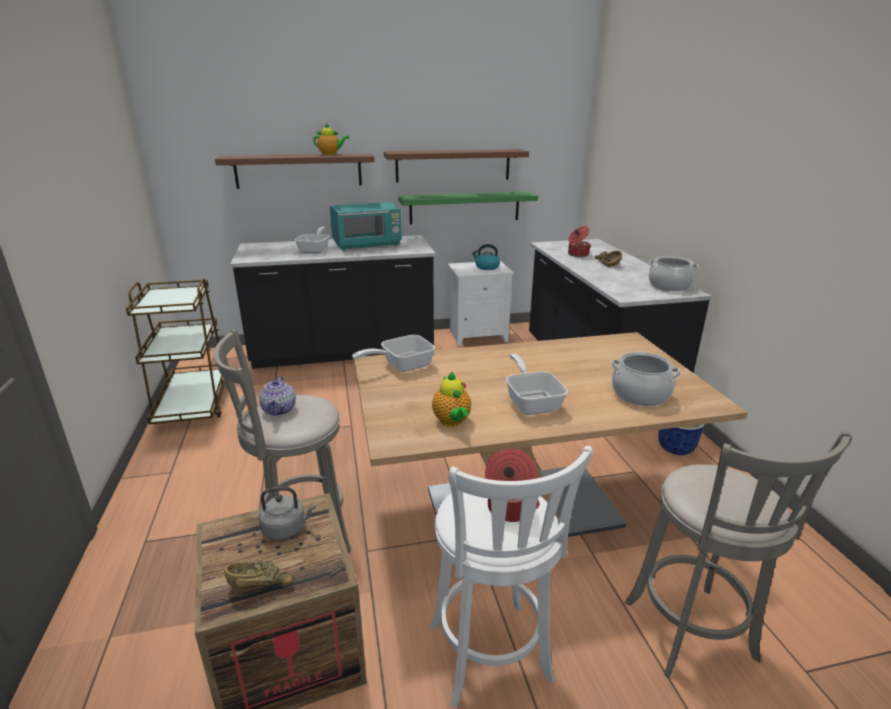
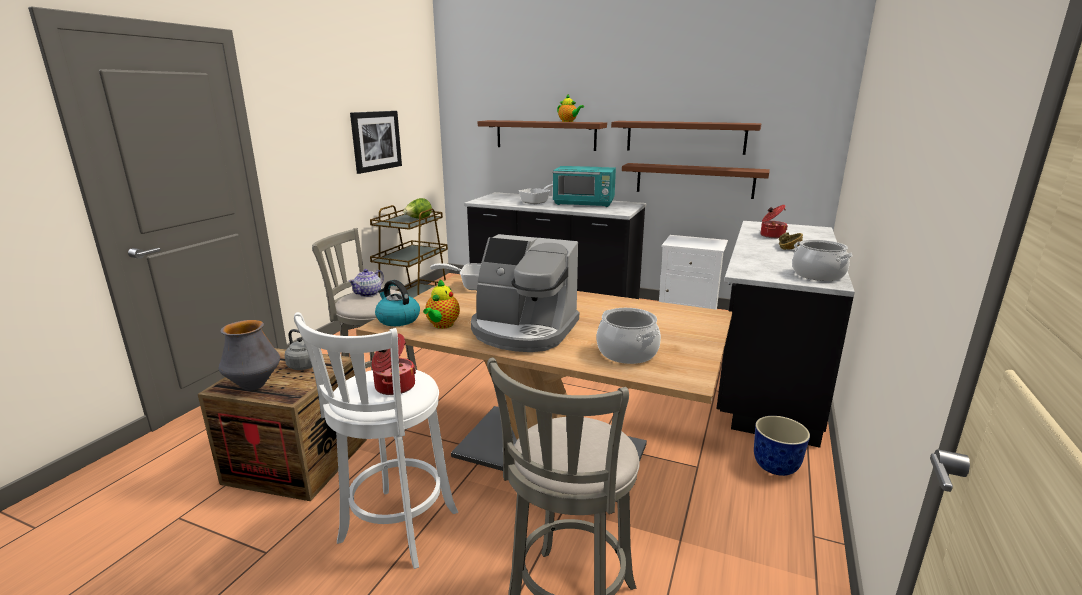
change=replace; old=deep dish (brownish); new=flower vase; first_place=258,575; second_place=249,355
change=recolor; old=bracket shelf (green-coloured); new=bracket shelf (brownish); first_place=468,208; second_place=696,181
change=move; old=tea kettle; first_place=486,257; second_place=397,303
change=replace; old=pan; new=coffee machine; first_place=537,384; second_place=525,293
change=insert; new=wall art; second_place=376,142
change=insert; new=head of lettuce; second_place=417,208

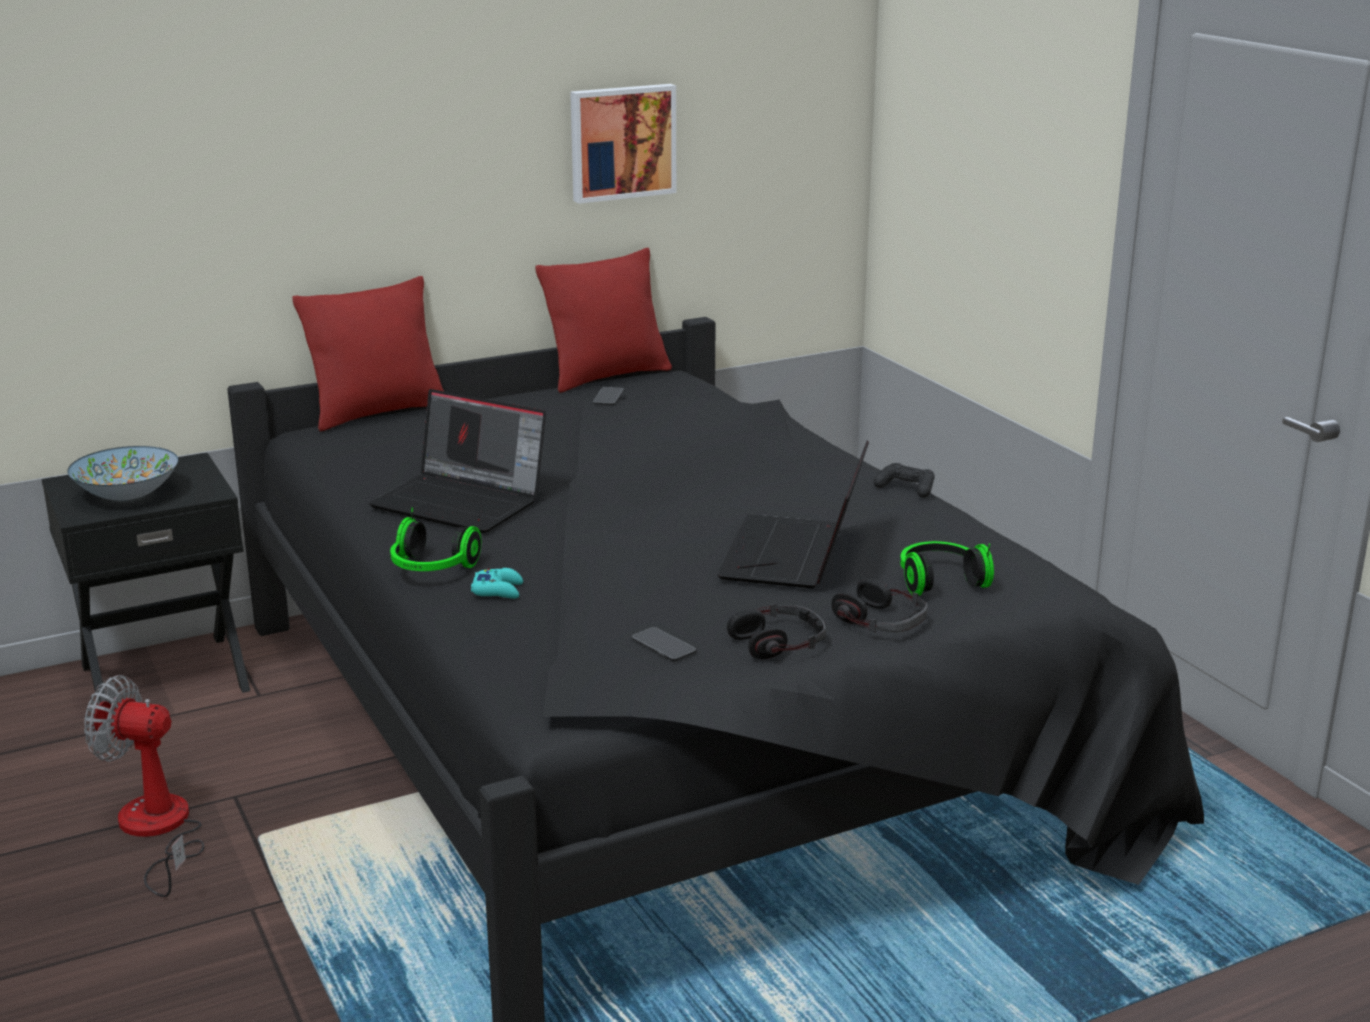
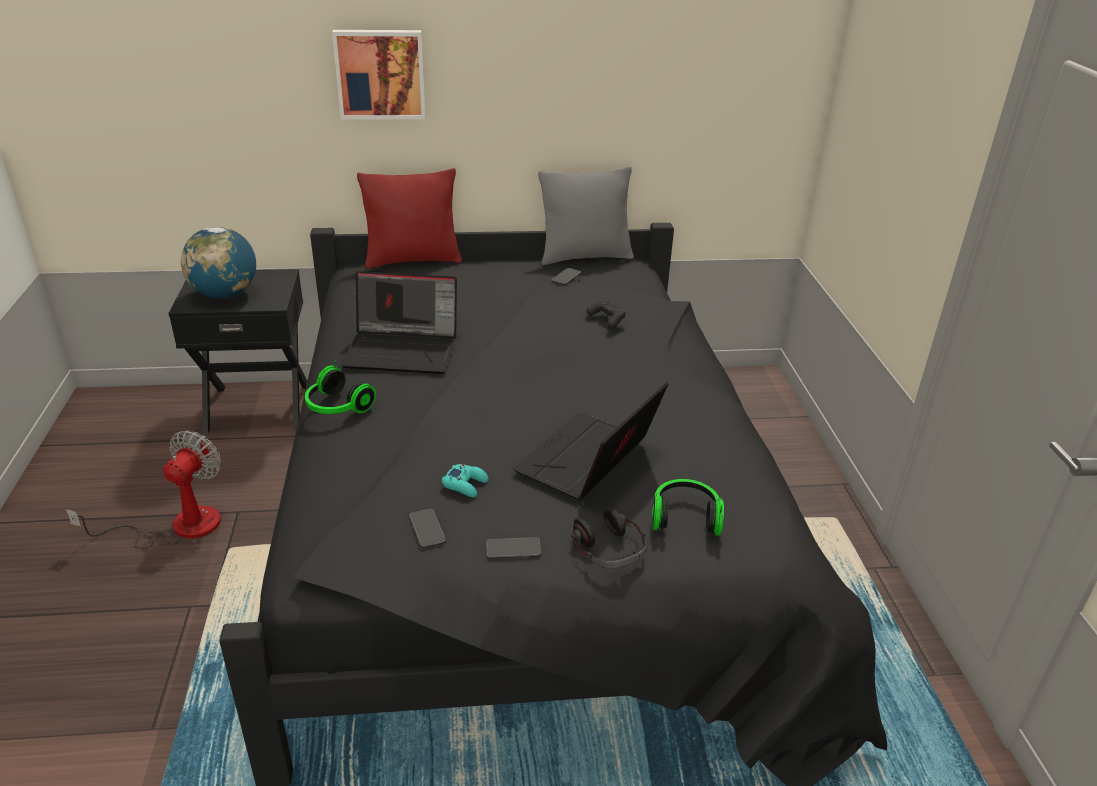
change=replace; old=deep dish; new=globe; first_place=122,473; second_place=218,262
change=rotate; old=electric fan; first_place=144,786; second_place=143,490; degrees=75
change=rotate; old=portable computer; first_place=457,461; second_place=399,322; degrees=-45
change=move; old=game controller (blue-green); first_place=497,583; second_place=465,480
change=recolor; old=cushion (red); new=cushion (greyish); first_place=603,320; second_place=586,216
change=move; old=wall art; first_place=623,144; second_place=378,75
change=replace; old=headphones; new=phone; first_place=776,631; second_place=513,548
change=move; old=game controller (blackish); first_place=904,480; second_place=606,314

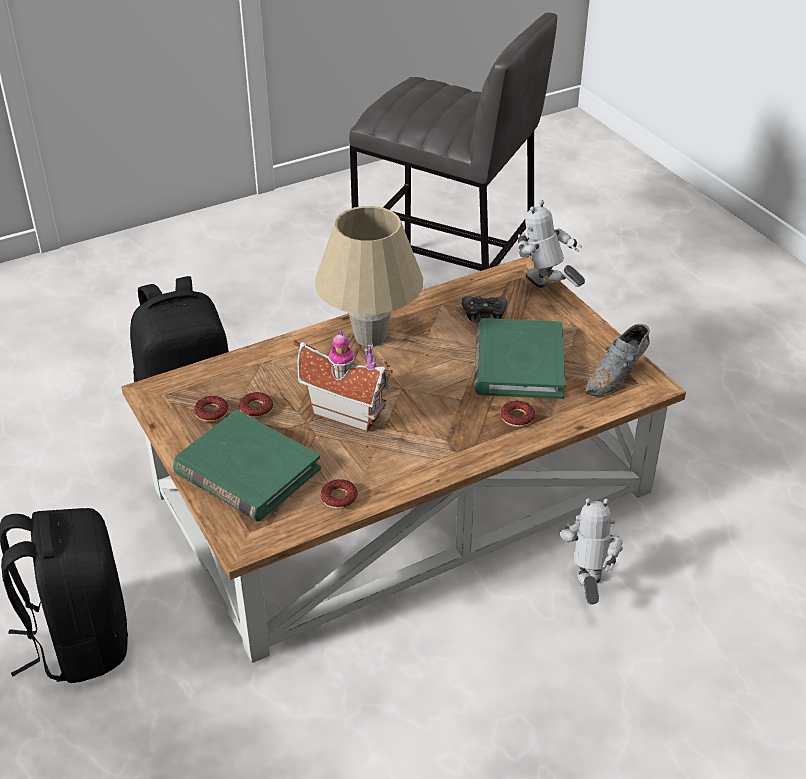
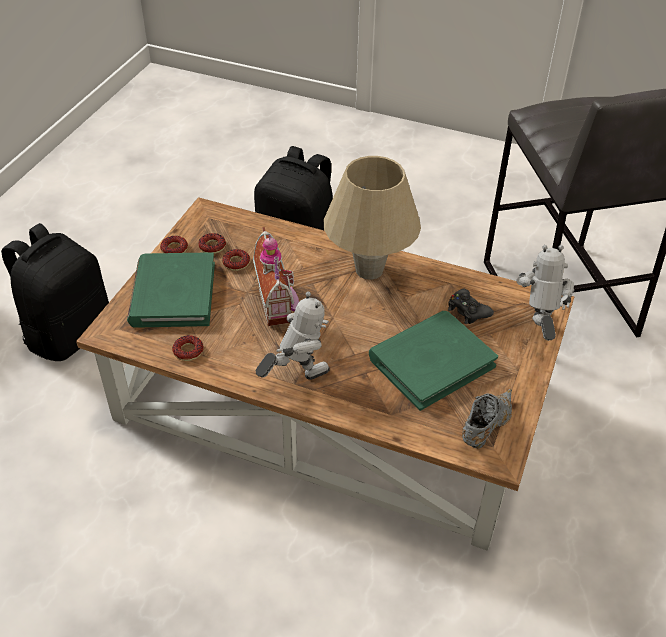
change=move; old=doughnut; first_place=518,414; second_place=174,244
change=move; old=robot figure; first_place=591,551; second_place=293,336
change=rotate; old=low shoe (greyish); first_place=617,360; second_place=487,419; degrees=120

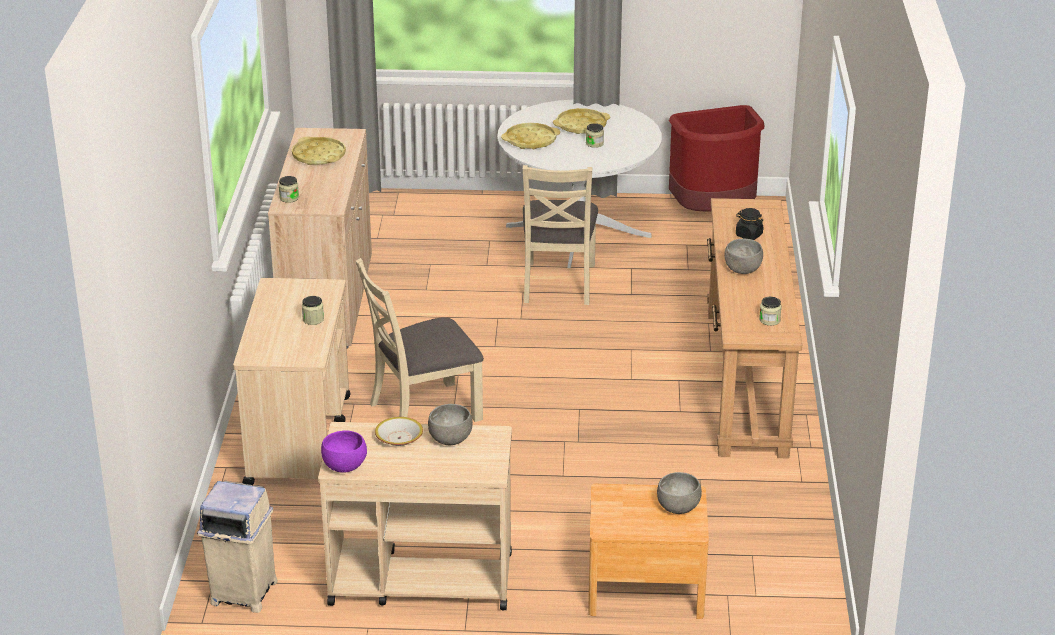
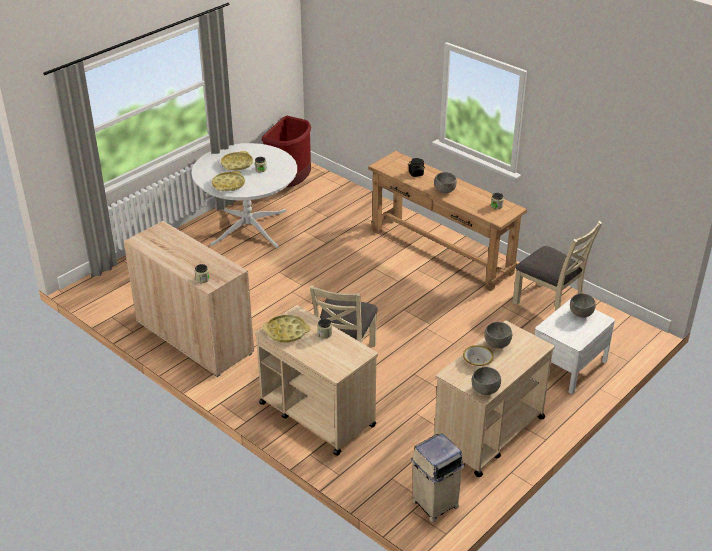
change=move; old=tray (yellow); first_place=319,151; second_place=286,328
change=recolor; old=deep dish (purplish); new=deep dish (greyish); first_place=344,452; second_place=486,381
change=move; old=plain chair (sand-coloured); first_place=560,235; second_place=557,266
change=recolor; old=nightstand (brownish); new=nightstand (white-coloured); first_place=648,551; second_place=574,346

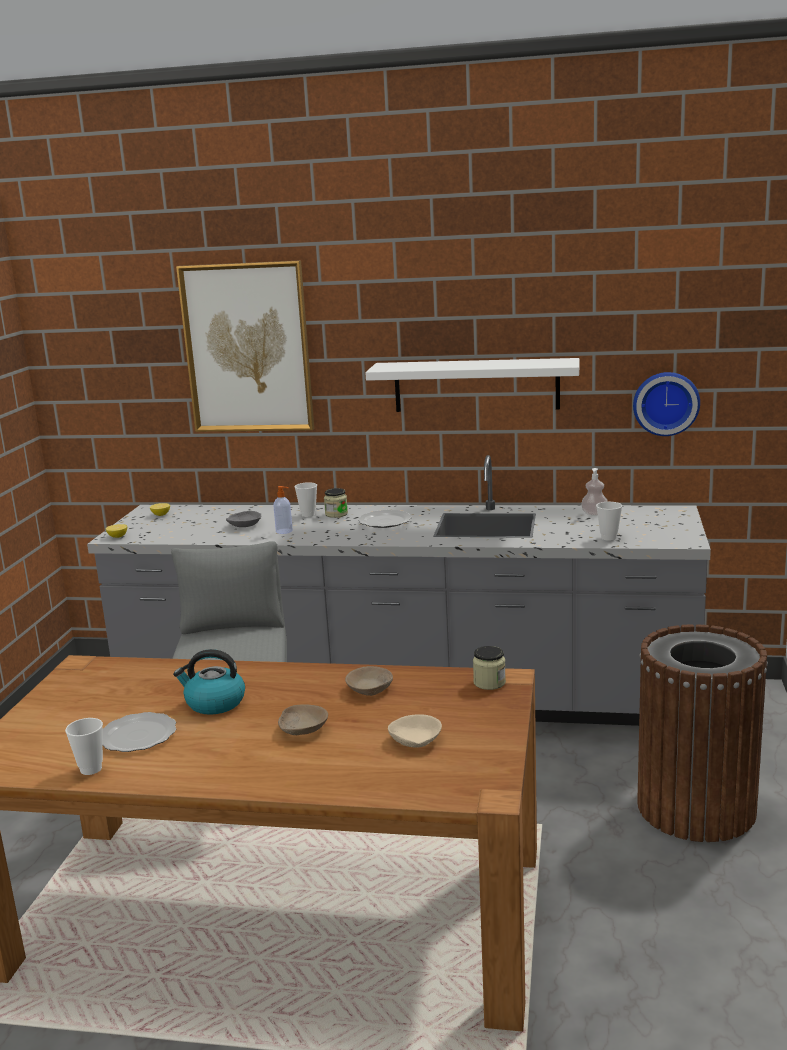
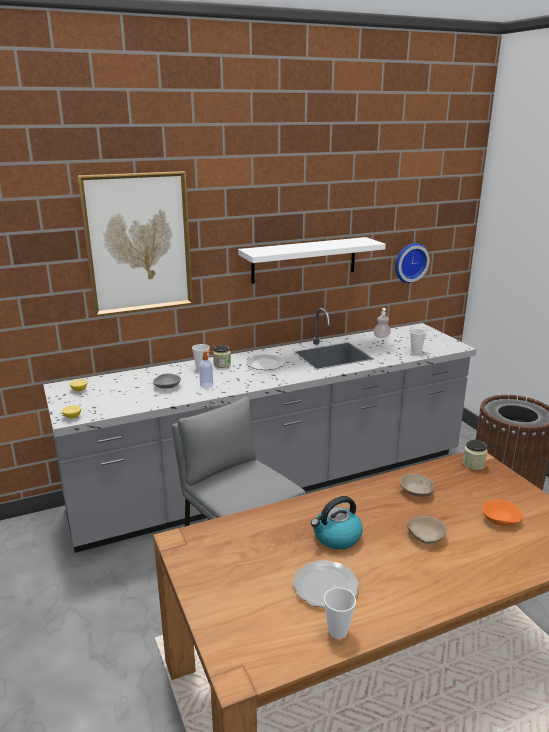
change=recolor; old=deep dish (sand-coloured); new=deep dish (orange-coloured); first_place=415,731; second_place=502,512

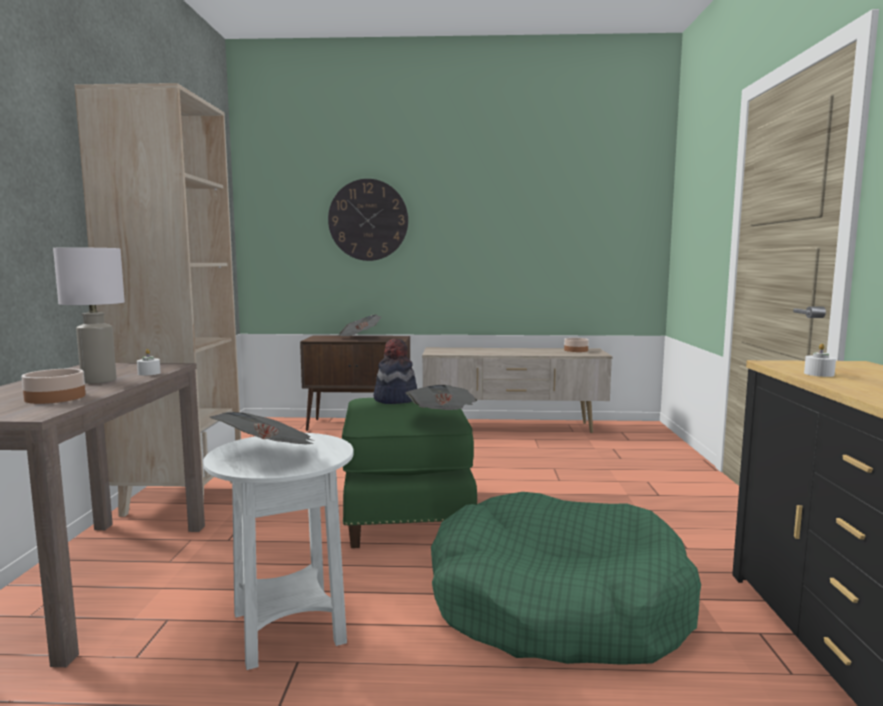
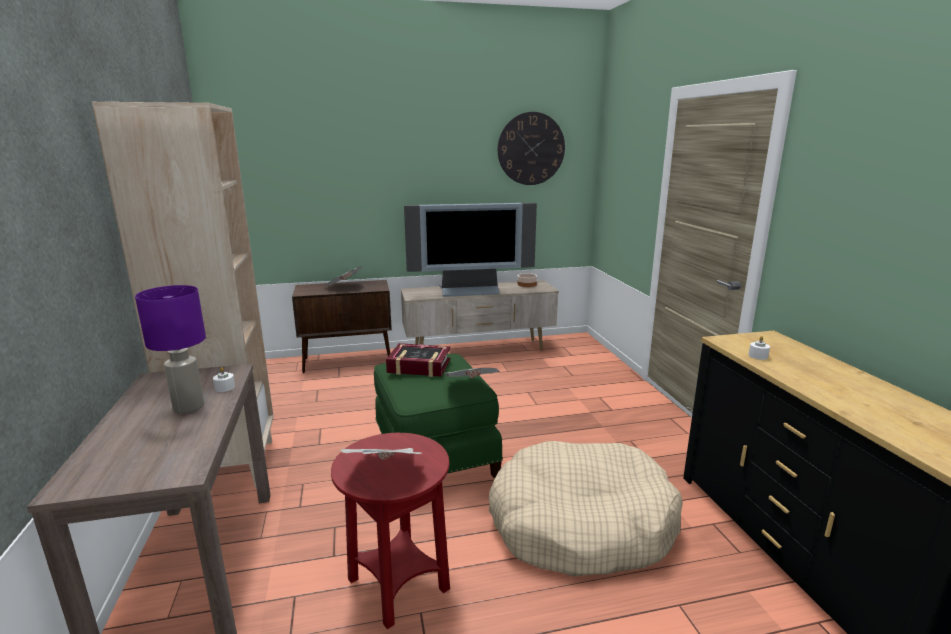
change=delete; old=deep dish; first_place=53,386
change=recolor; old=tabletop lamp (white-coloured); new=tabletop lamp (purplish); first_place=89,315; second_place=170,349
change=recolor; old=accent table (white-coloured); new=accent table (red); first_place=278,551; second_place=390,531
change=move; old=wall clock; first_place=368,220; second_place=531,148
change=replace; old=wearable hat; new=volume; first_place=395,371; second_place=418,360
change=recolor; old=dog cushion (green-coloured); new=dog cushion (sand-coloured); first_place=566,578; second_place=586,508
change=insert; new=TV; second_place=470,250

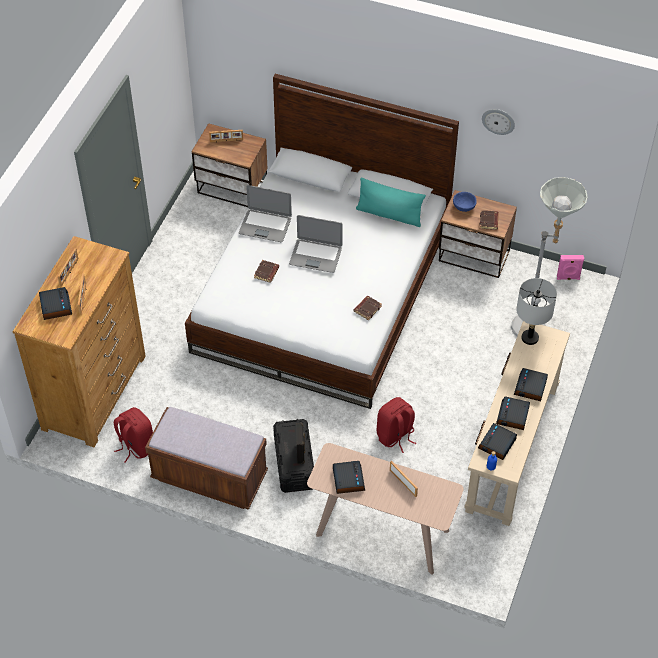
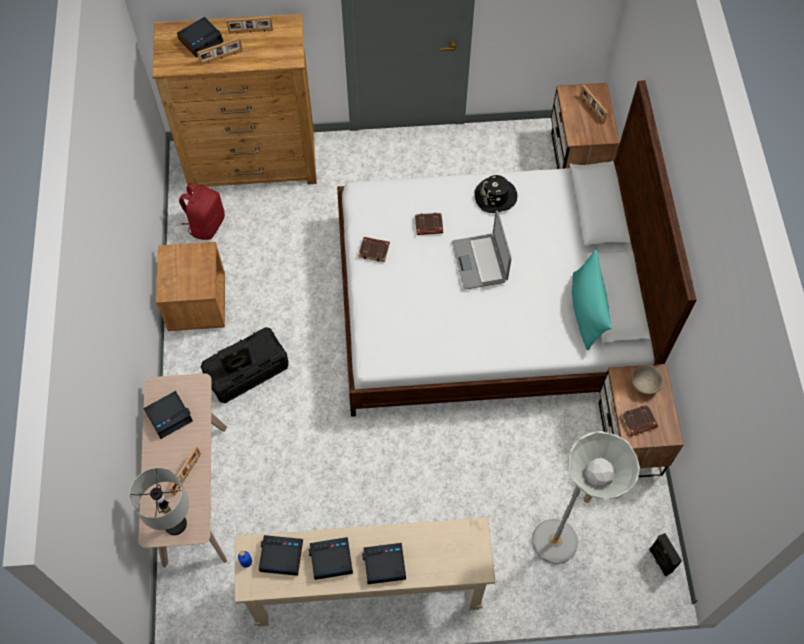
change=replace; old=bench (brownish); new=nightstand (brownish); first_place=206,458; second_place=190,286
change=replace; old=portable computer; new=wearable hat (blackish); first_place=265,213; second_place=496,194
change=move; old=volume (brownish); first_place=368,308; second_place=374,249
change=delete; old=knapsack (red); first_place=397,425
change=recolor; old=deep dish (bluish); new=deep dish (sand-coloured); first_place=465,202; second_place=647,380
change=delete; old=wall clock; first_place=498,122
change=move; old=tabletop lamp (greyish); first_place=536,311; second_place=159,501
change=recolor; old=loudspeaker (pinkish); new=loudspeaker (blackish); first_place=570,267; second_place=665,554

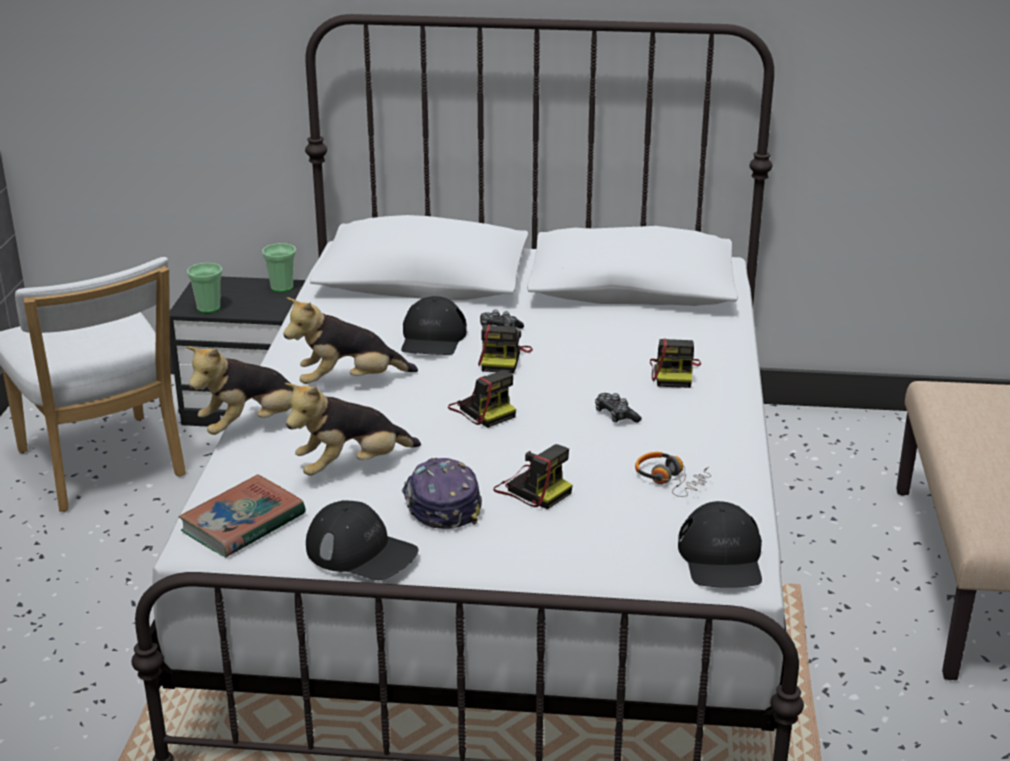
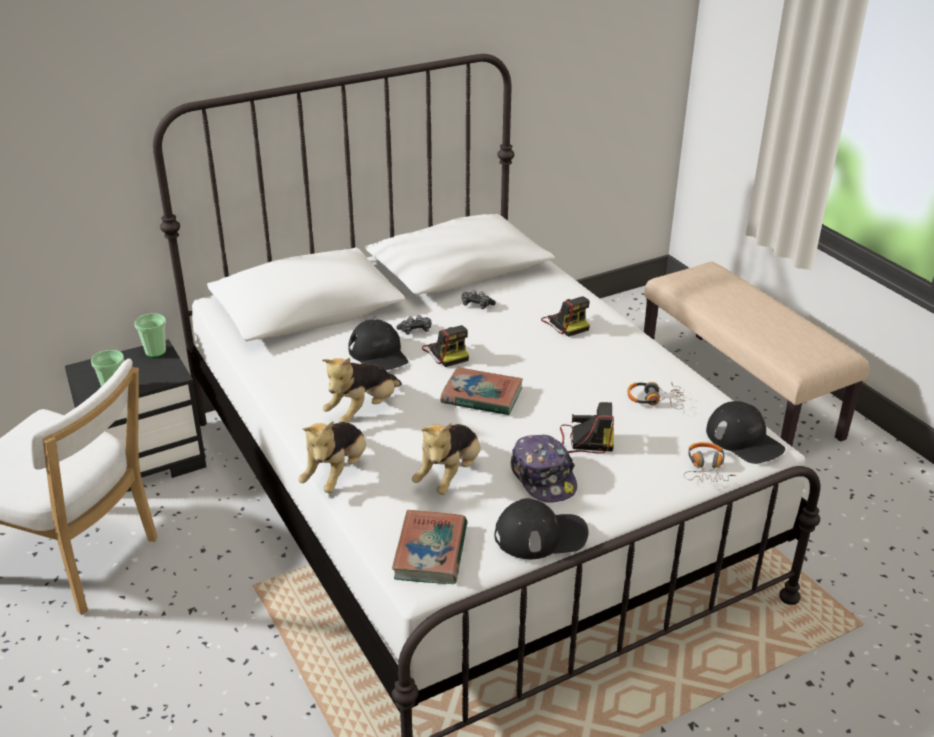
change=rotate; old=cap; first_place=442,493; second_place=543,469; degrees=-150
change=replace; old=still camera; new=volume; first_place=482,399; second_place=482,391
change=move; old=game controller; first_place=618,408; second_place=479,299
change=insert; new=headphones; second_place=710,462

